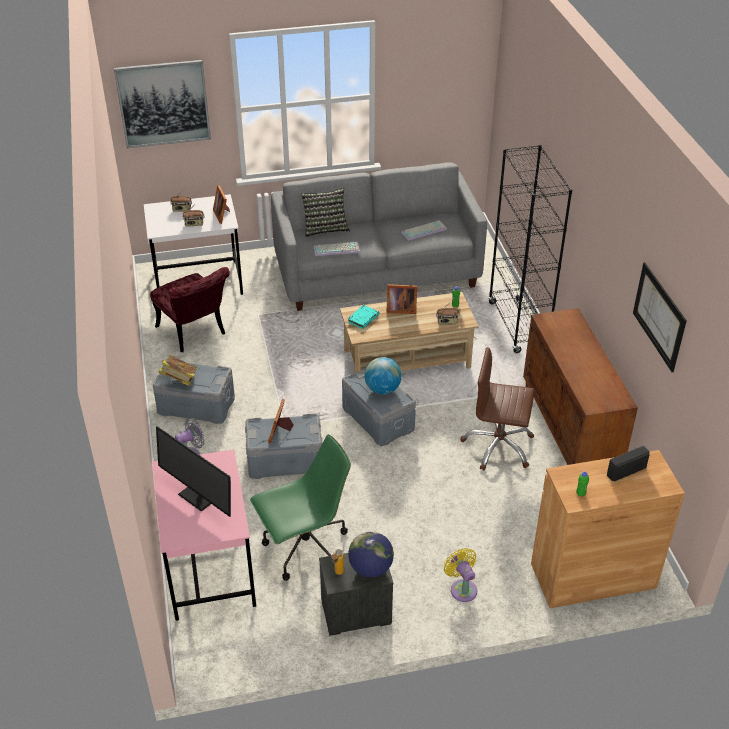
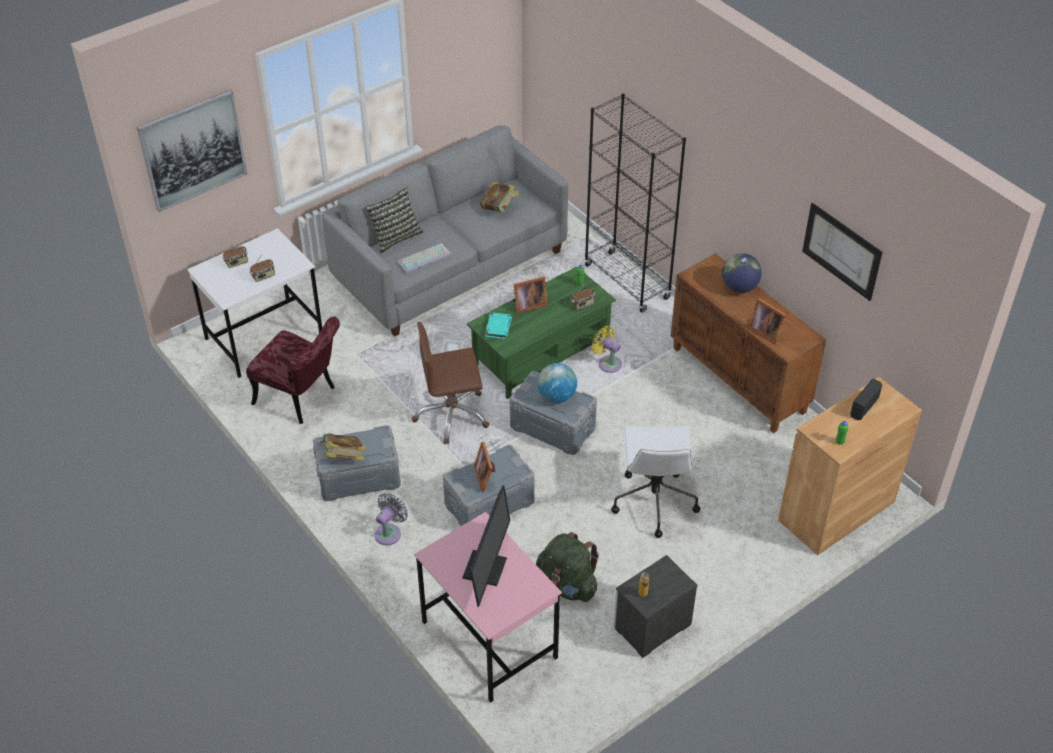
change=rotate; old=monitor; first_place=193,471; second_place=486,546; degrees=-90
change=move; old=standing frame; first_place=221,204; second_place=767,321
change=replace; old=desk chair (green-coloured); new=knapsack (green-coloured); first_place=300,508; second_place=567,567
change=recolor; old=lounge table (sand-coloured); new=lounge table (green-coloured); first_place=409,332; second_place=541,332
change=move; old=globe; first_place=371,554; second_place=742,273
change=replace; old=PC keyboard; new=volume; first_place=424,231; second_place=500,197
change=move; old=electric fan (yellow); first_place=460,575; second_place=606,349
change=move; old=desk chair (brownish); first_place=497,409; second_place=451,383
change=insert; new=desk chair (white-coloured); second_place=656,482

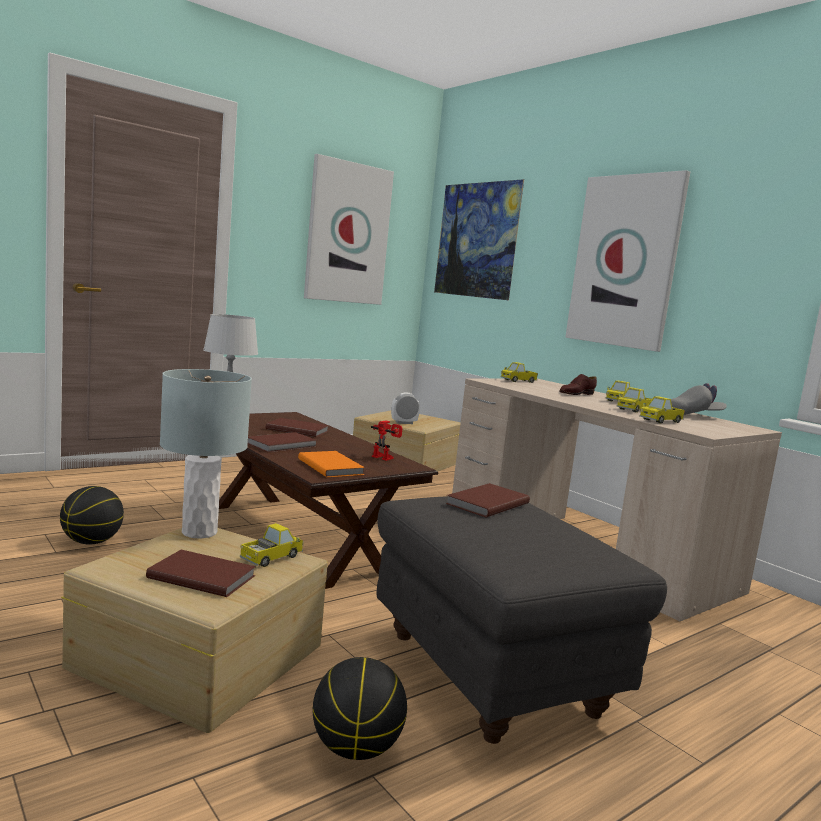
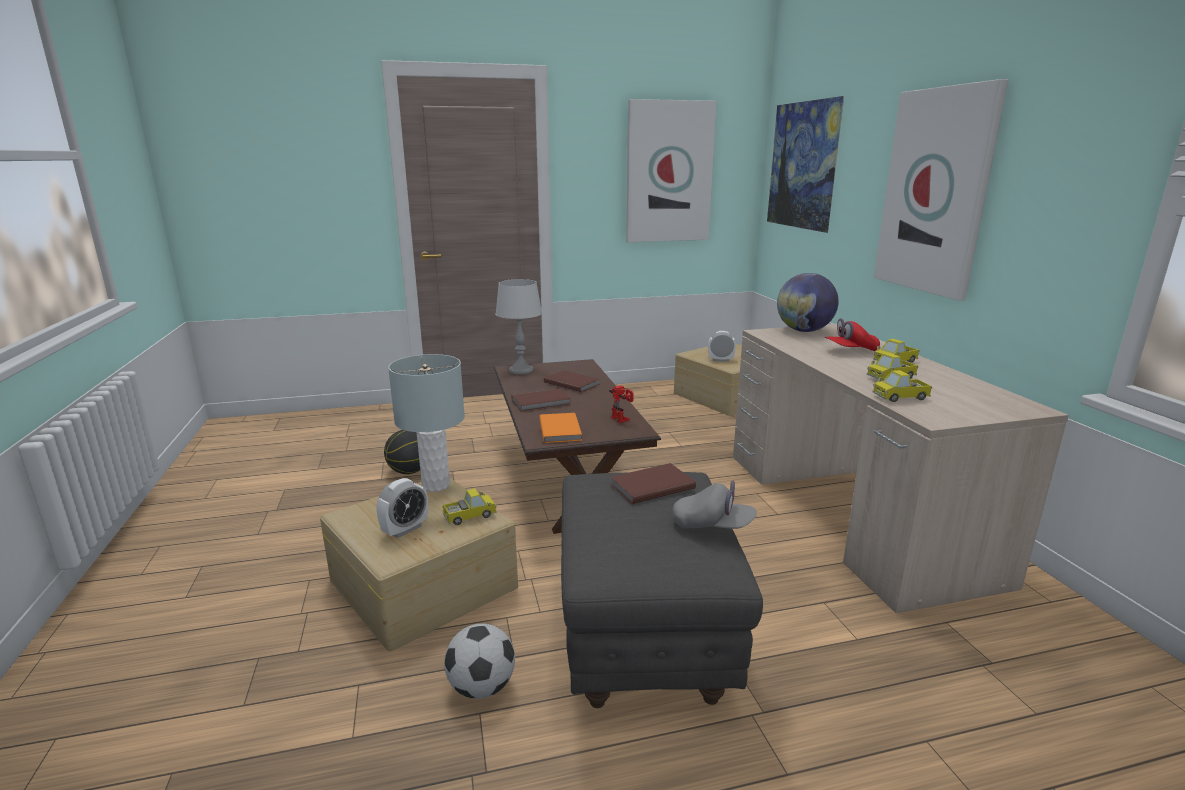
change=replace; old=volume (brownish); new=table clock; first_place=201,573; second_place=402,508
change=replace; old=ball for basketball; new=ball for football; first_place=360,708; second_place=479,661
change=replace; old=model truck; new=globe; first_place=519,372; second_place=808,302
change=replace; old=low shoe (brownish); new=cap (red); first_place=578,384; second_place=852,334
change=move; old=cap (greyish); first_place=699,399; second_place=714,505

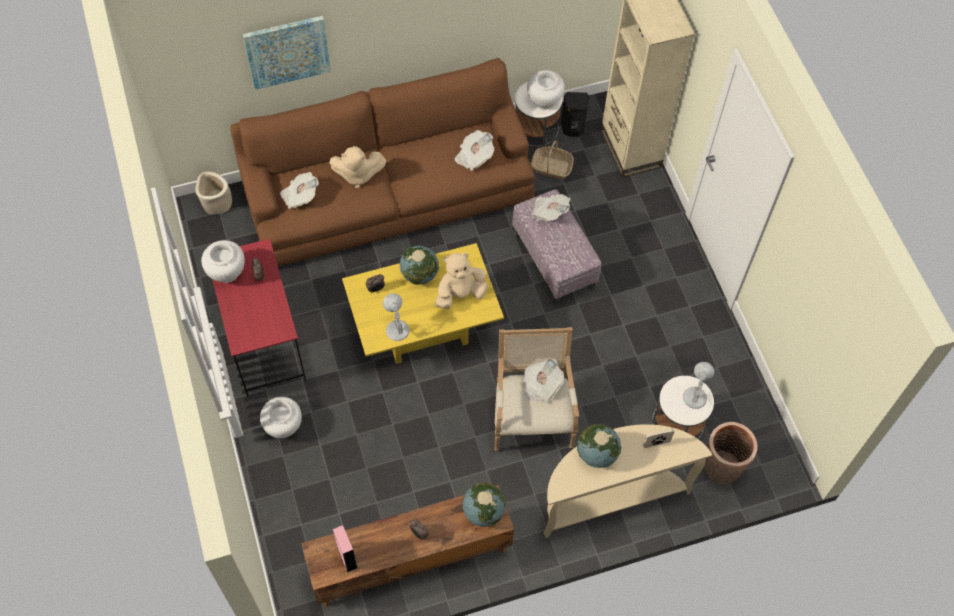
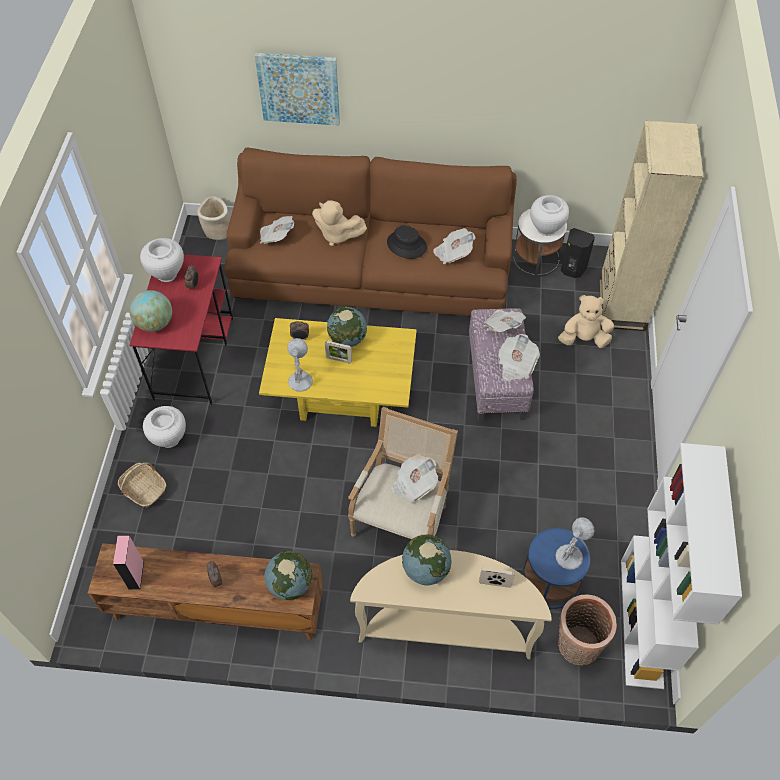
change=move; old=soft toy (sand-coloured); first_place=461,280; second_place=586,321
change=move; old=household basket; first_place=552,160; second_place=142,485
change=recolor; old=accent table (white-coloured); new=accent table (bluish); first_place=683,407; second_place=556,568
change=insert; new=globe; second_place=150,311
change=insert; new=standing frame; second_place=338,352
change=insert; new=wearable hat (blackish); second_place=407,242
change=insert; new=newspaper; second_place=519,357
change=insert; new=shelving unit (white-coloured); second_place=681,566

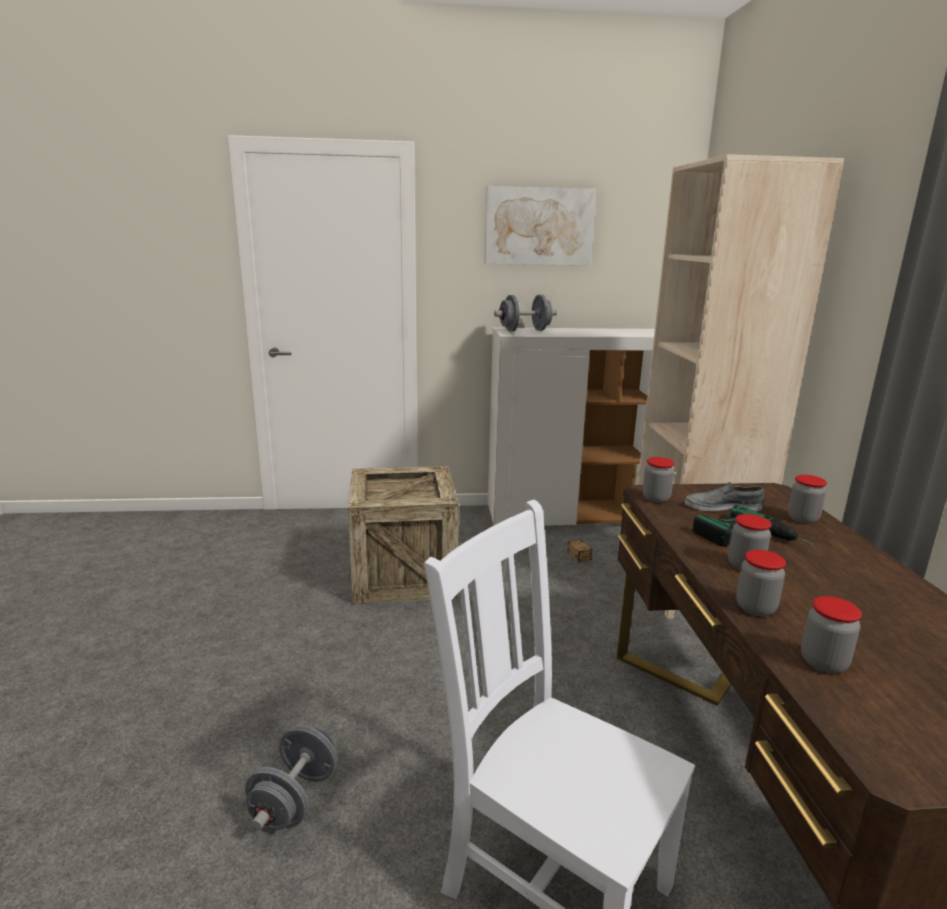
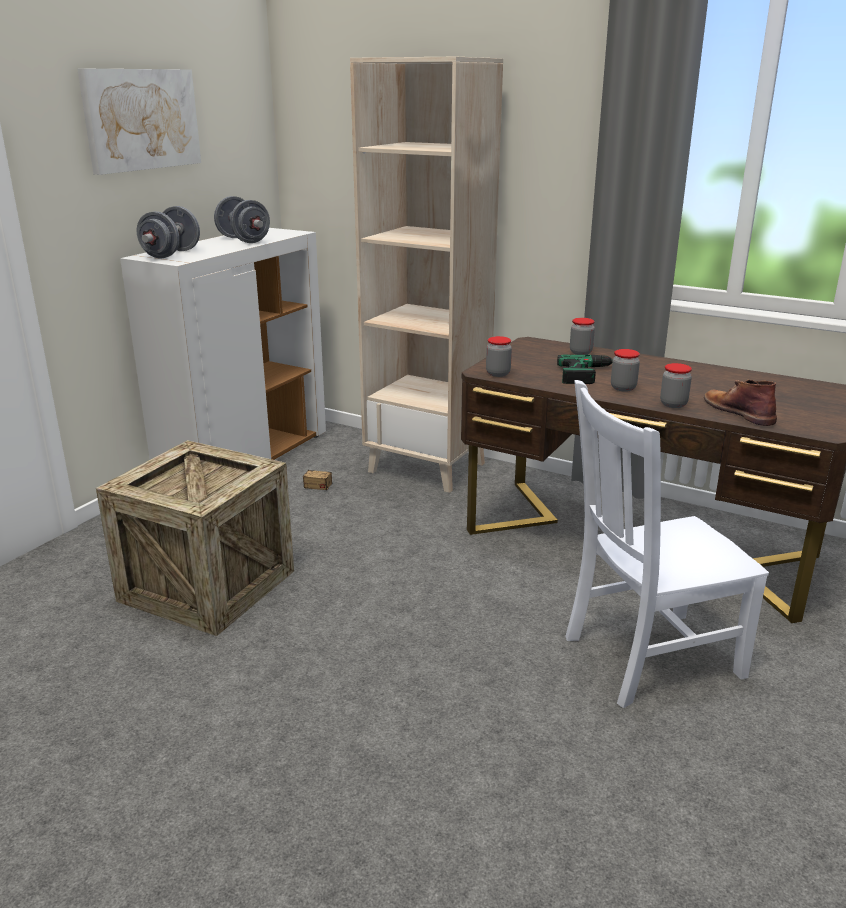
change=move; old=dumbbell (greyish); first_place=291,777; second_place=242,219
change=delete; old=low shoe (greyish); first_place=724,497
change=replace; old=preserve jar; new=high-top boot (brownish); first_place=831,635; second_place=740,403

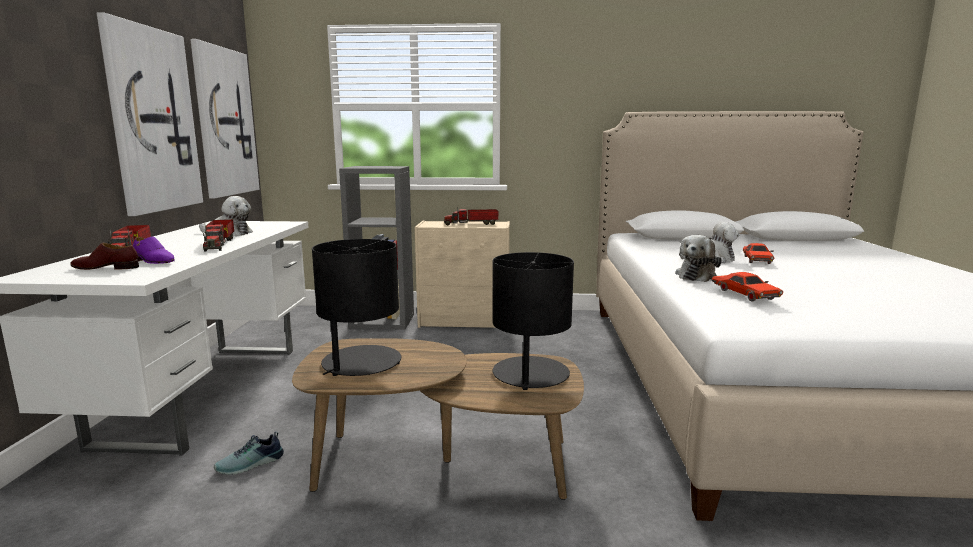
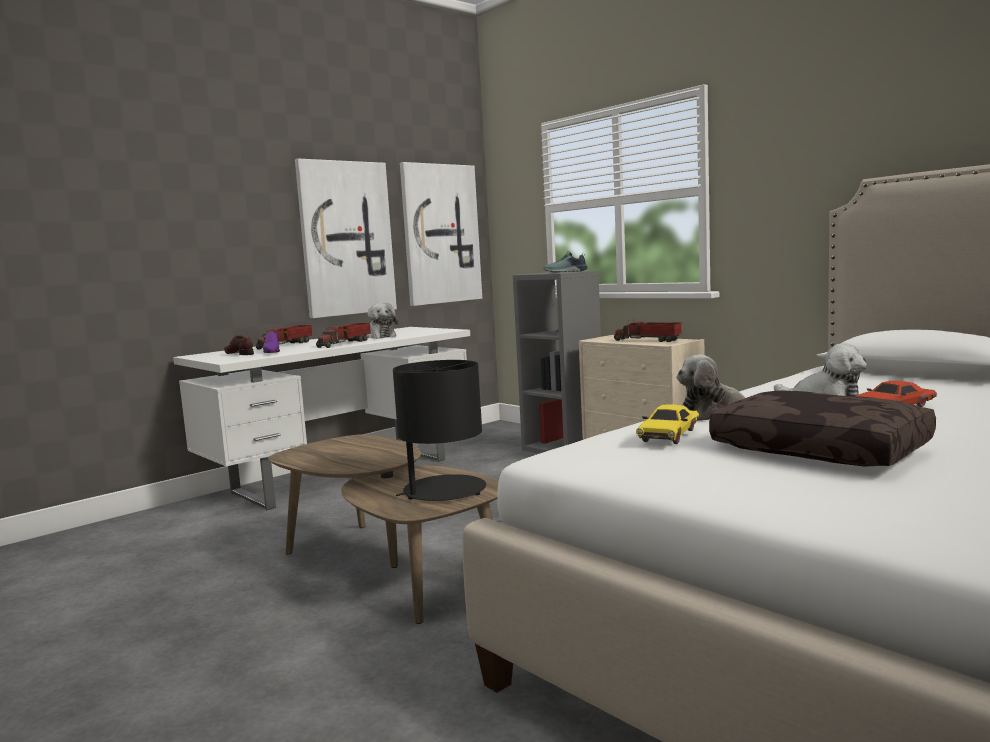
change=move; old=low shoe; first_place=249,453; second_place=565,262
change=delete; old=tabletop lamp (blackish); first_place=356,307
change=recolor; old=toy car (red); new=toy car (yellow); first_place=747,286; second_place=667,424
change=insert; new=cushion (brownish); second_place=822,429

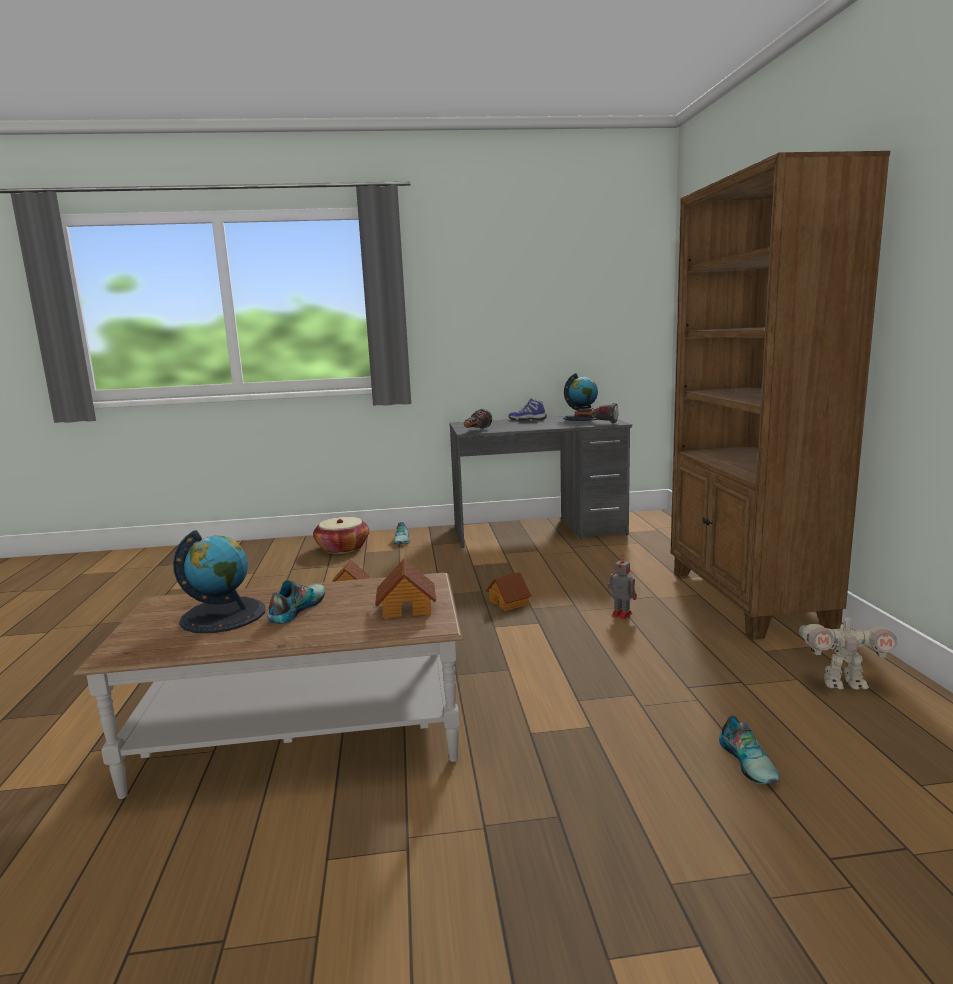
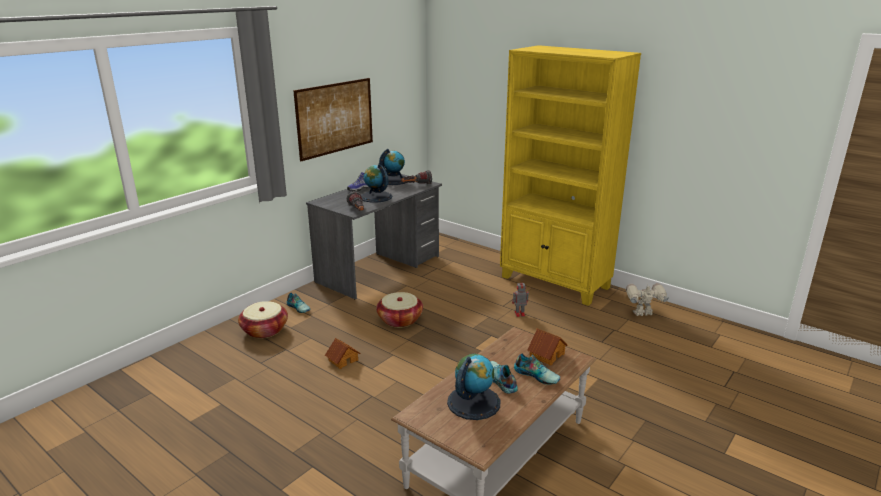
change=delete; old=model house; first_place=508,591
change=recolor; old=shelving unit (brownish); new=shelving unit (yellow); first_place=780,395; second_place=570,175
change=move; old=low shoe; first_place=749,750; second_place=537,369
change=rotate; old=robot figure; first_place=848,650; second_place=647,299; degrees=-150
change=insert; new=wall art; second_place=333,119
change=insert; new=globe; second_place=376,183
change=insert; new=household basket; second_place=399,310

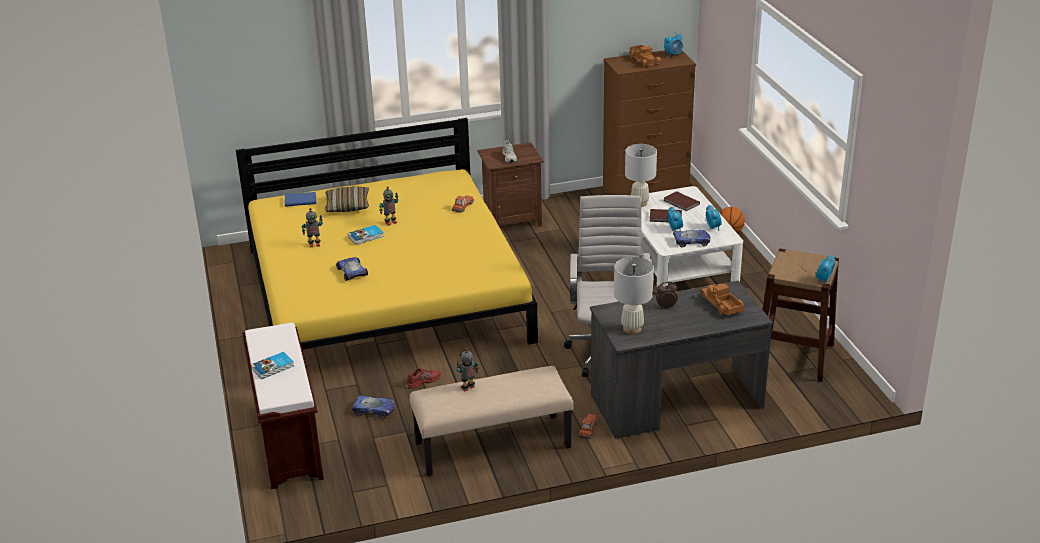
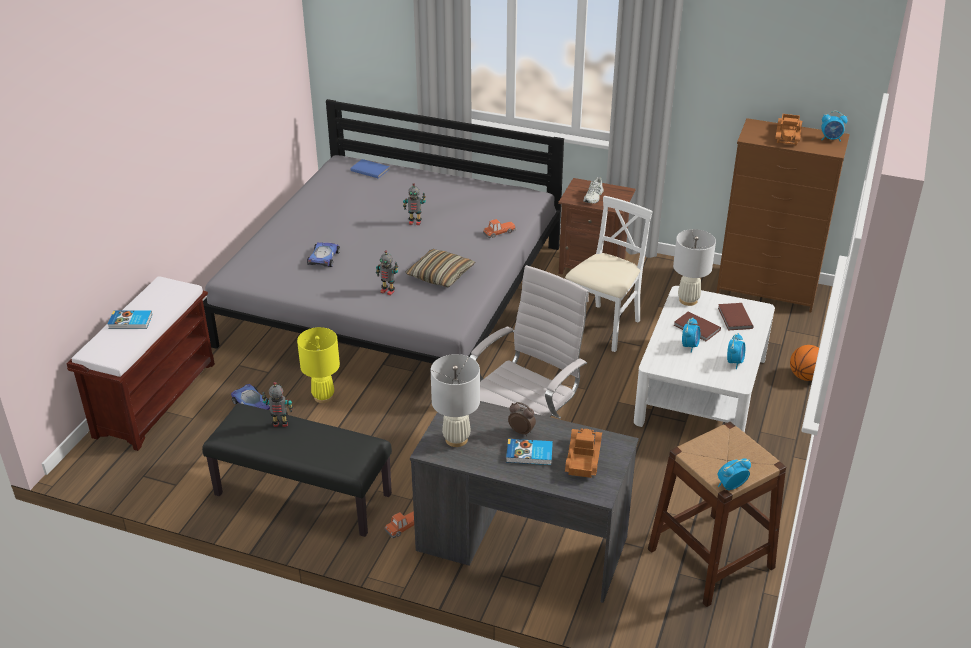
change=recolor; old=bed (yellow); new=bed (greyish); first_place=387,233; second_place=383,231
change=move; old=robot figure; first_place=312,227; second_place=387,273
change=move; old=cushion; first_place=347,199; second_place=440,268
change=move; old=volume; first_place=366,235; second_place=529,452
change=replace; old=low shoe (red); new=tabletop lamp (yellow); first_place=423,378; second_place=318,365
change=recolor; old=bench (sand-coloured); new=bench (blackish); first_place=492,421; second_place=297,470
change=delete; old=toy car; first_place=692,239
change=insert; new=plain chair (white-coloured); second_place=609,274

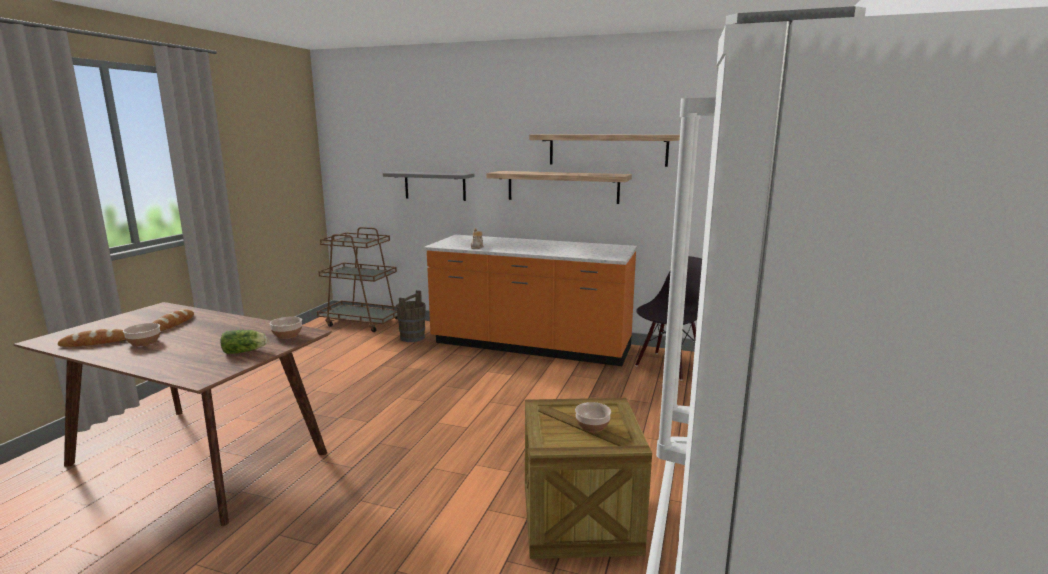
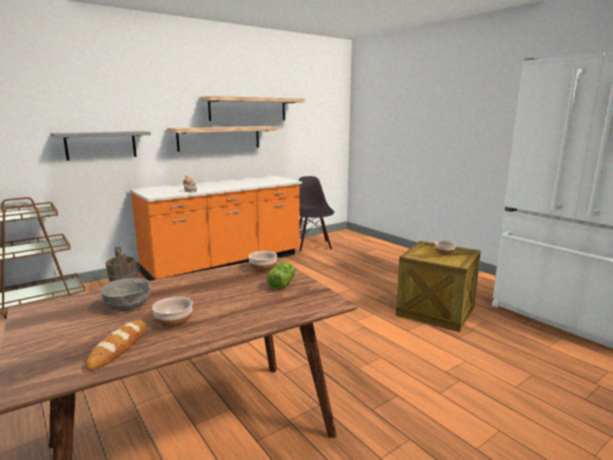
change=replace; old=bread; new=deep dish (greyish); first_place=173,320; second_place=125,294

